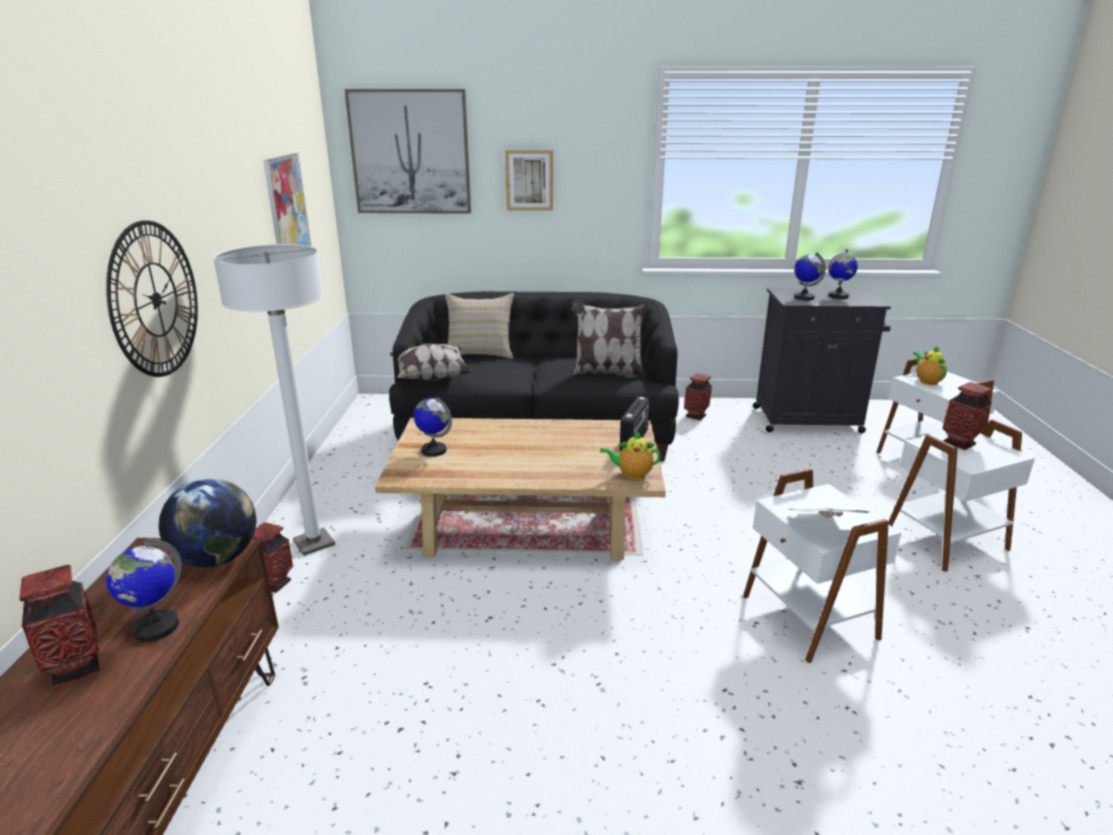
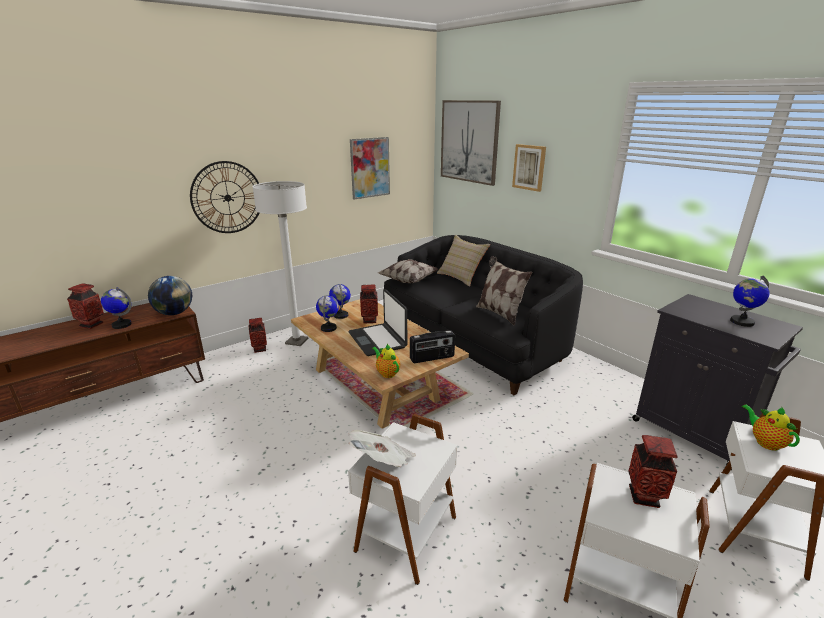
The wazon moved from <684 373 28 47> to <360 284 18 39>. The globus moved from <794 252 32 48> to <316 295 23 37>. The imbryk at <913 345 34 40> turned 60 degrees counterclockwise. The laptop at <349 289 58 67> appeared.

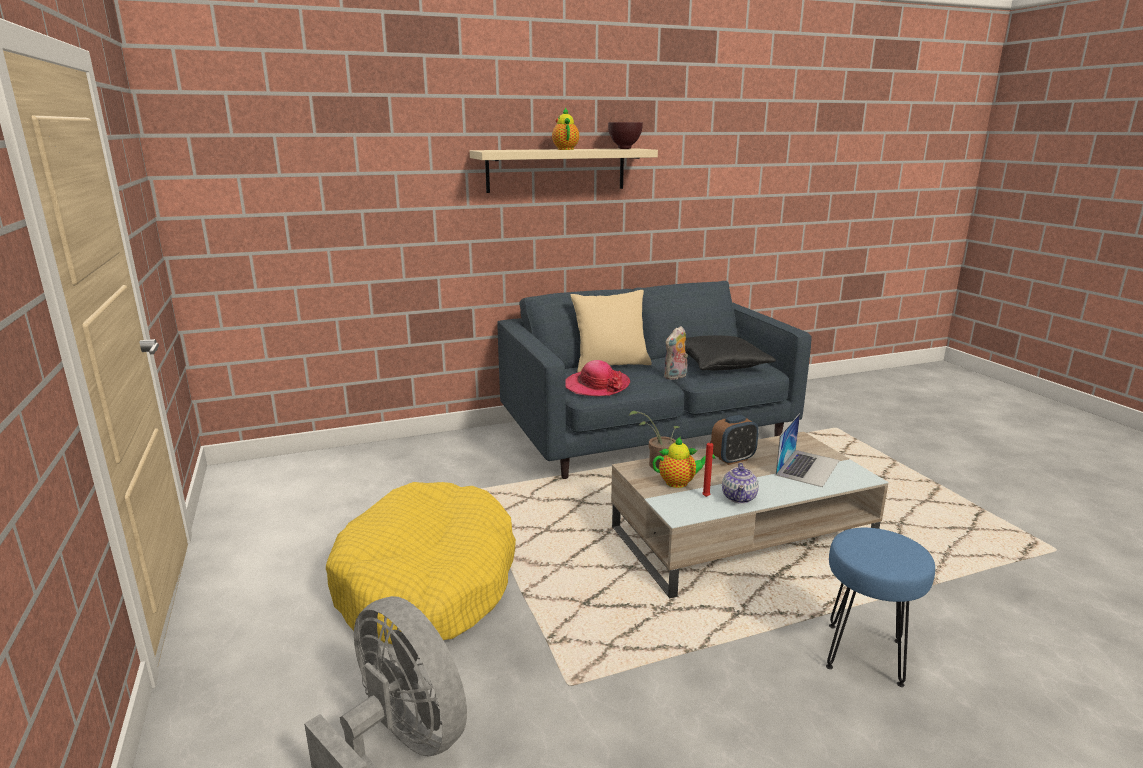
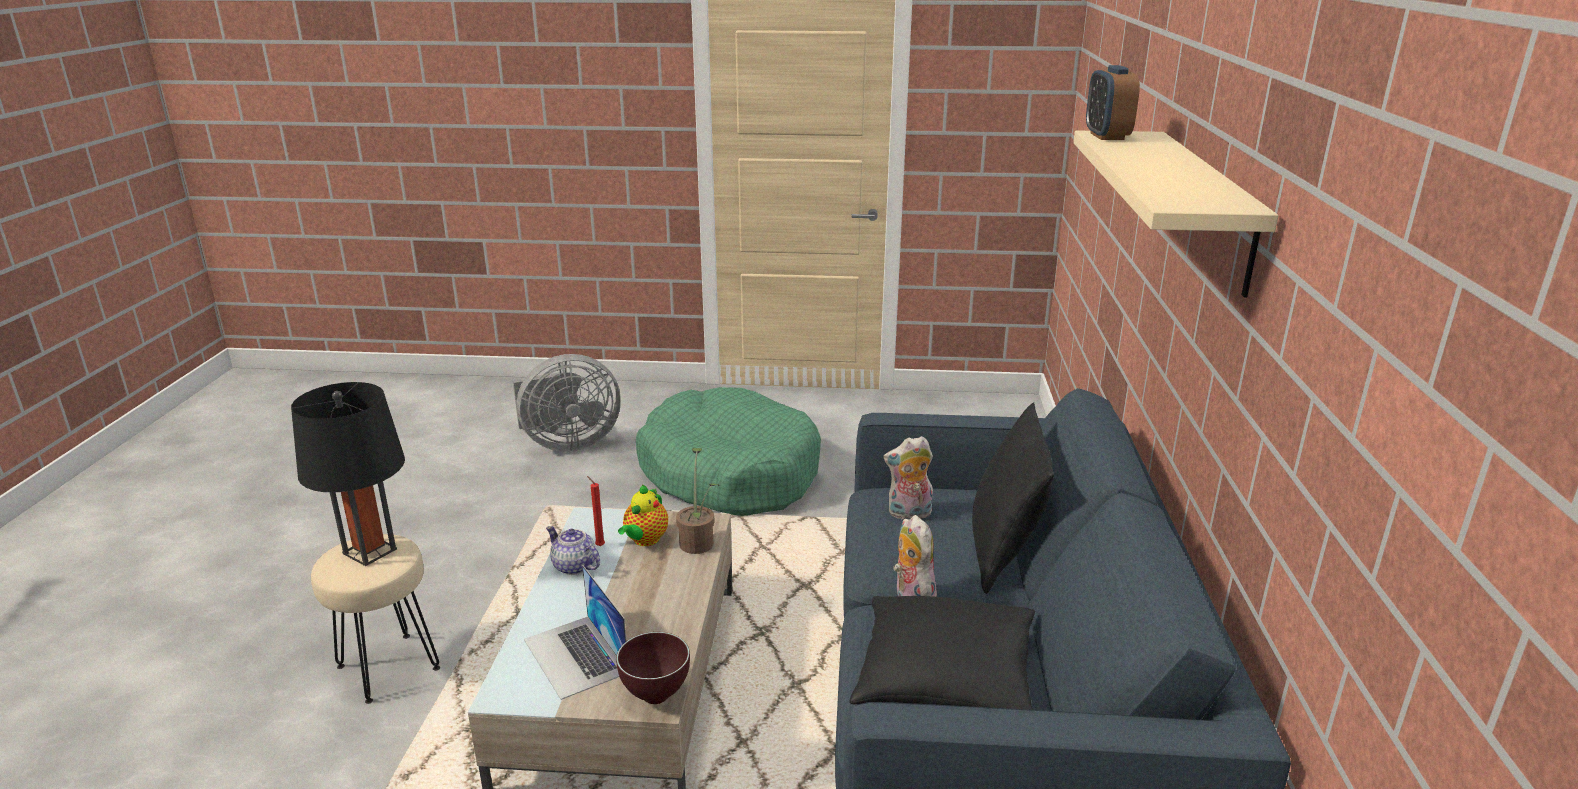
The legowisko (żółty) at <326 482 190 162> became the legowisko (zielony) at <636 387 185 129>. The imbryk at <552 107 27 43> disappeared. The kapelusz at <565 360 65 36> was replaced by the pluszak at <883 436 50 83>. The poduszka (beżowy) at <571 290 81 82> became the poduszka (czarny) at <972 402 82 192>. The miska (brązowy) moved from <608 122 35 27> to <616 632 74 72>. The budzik moved from <711 415 48 50> to <1086 65 54 75>. The stołek (niebieski) at <826 528 109 159> became the stołek (beżowy) at <311 534 129 170>. The lampa stołowa (czarny) at <291 382 114 184> appeared.

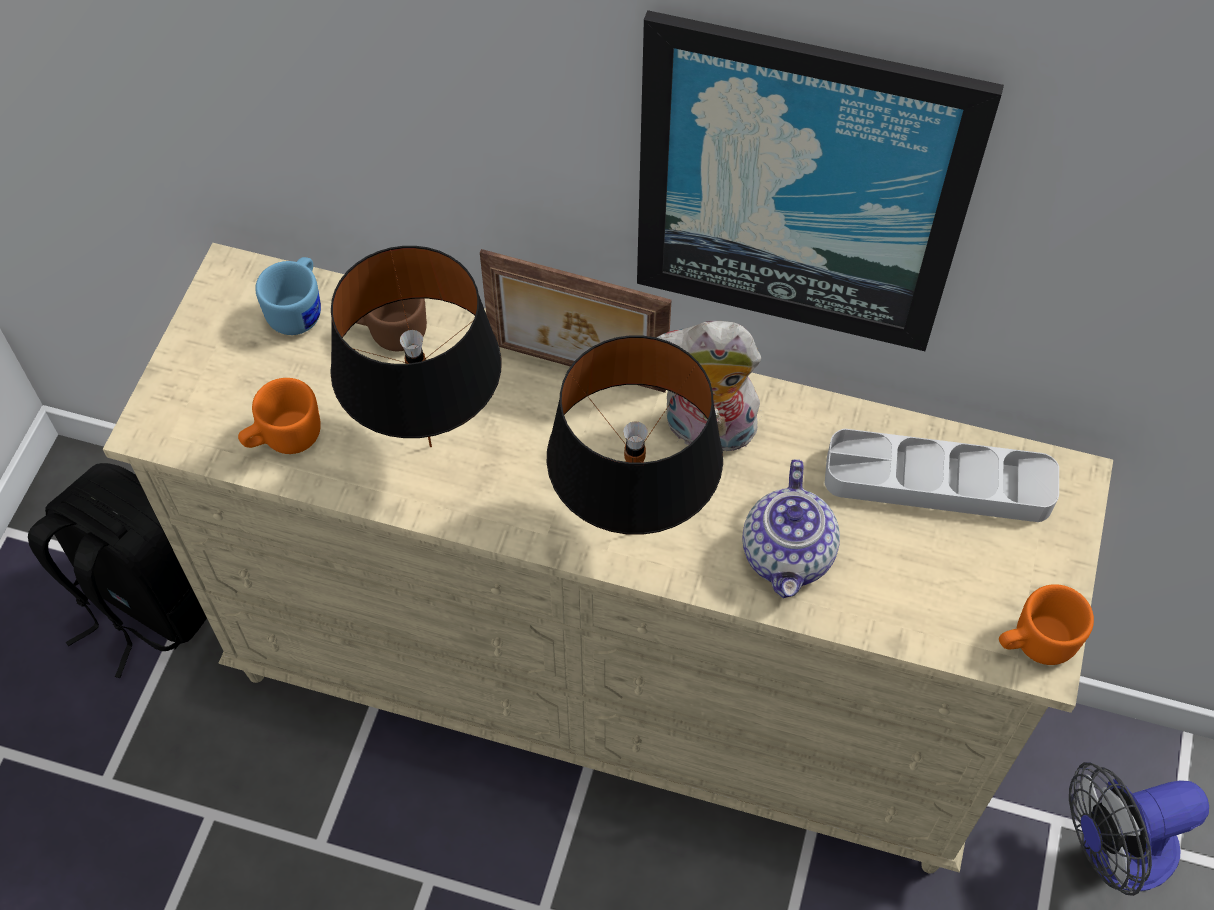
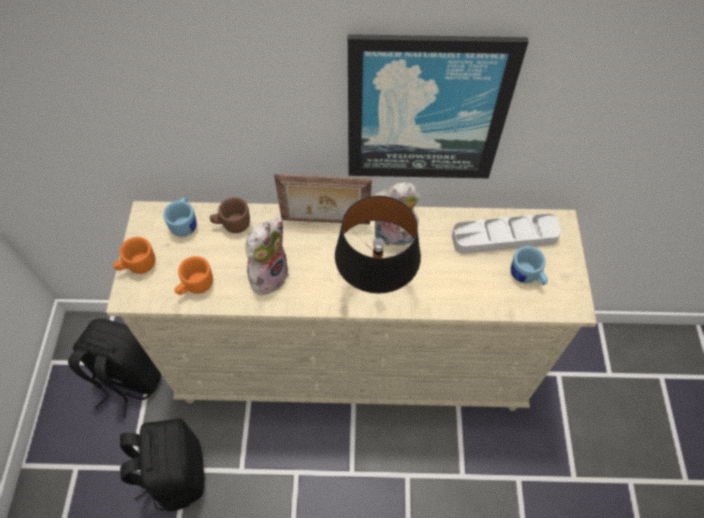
The lampa stołowa (czarny) at <330 246 172 201> was replaced by the pluszak at <245 218 44 77>. The imbryk at <742 459 98 139> disappeared. The kubek (pomarańczowy) moved from <999 584 95 81> to <113 237 43 37>. The wentylator at <1069 762 140 134> disappeared. The plecak (czarny) at <120 419 85 92> appeared. The kubek (niebieski) at <511 246 37 39> appeared.

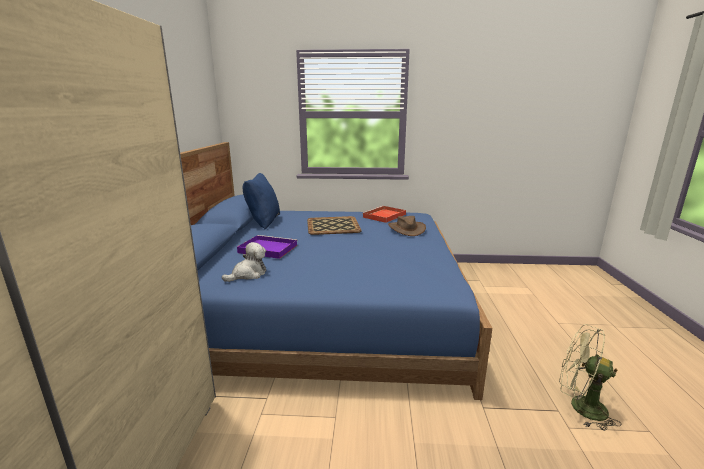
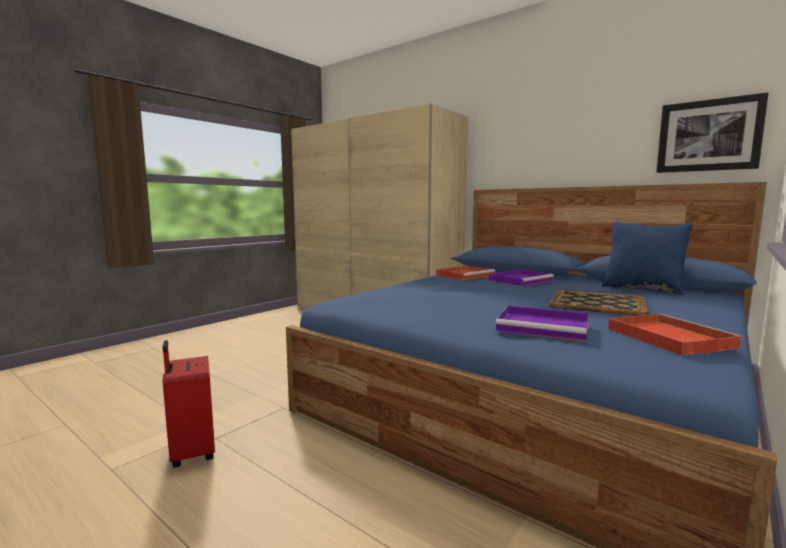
The pluszak at <222 242 44 40> was replaced by the taca (czerwony) at <436 265 59 15>. The kapelusz (brązowy) at <388 216 38 20> was replaced by the taca (fioletowy) at <496 306 92 36>. The wentylator (zielony) at <559 324 63 107> was replaced by the walizka (czerwony) at <163 340 52 128>. The obraz at <657 92 112 81> appeared.

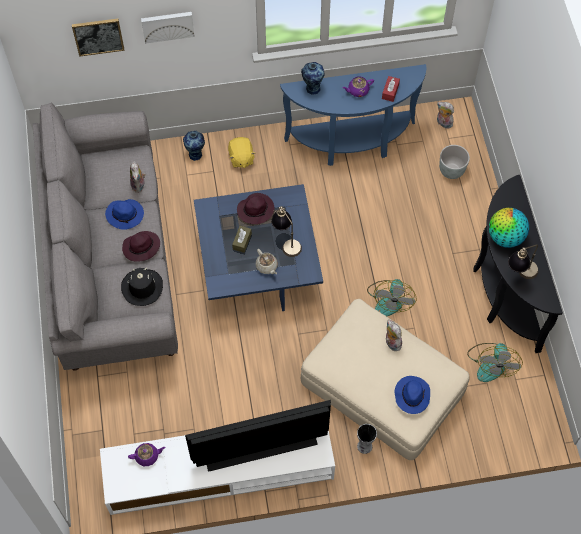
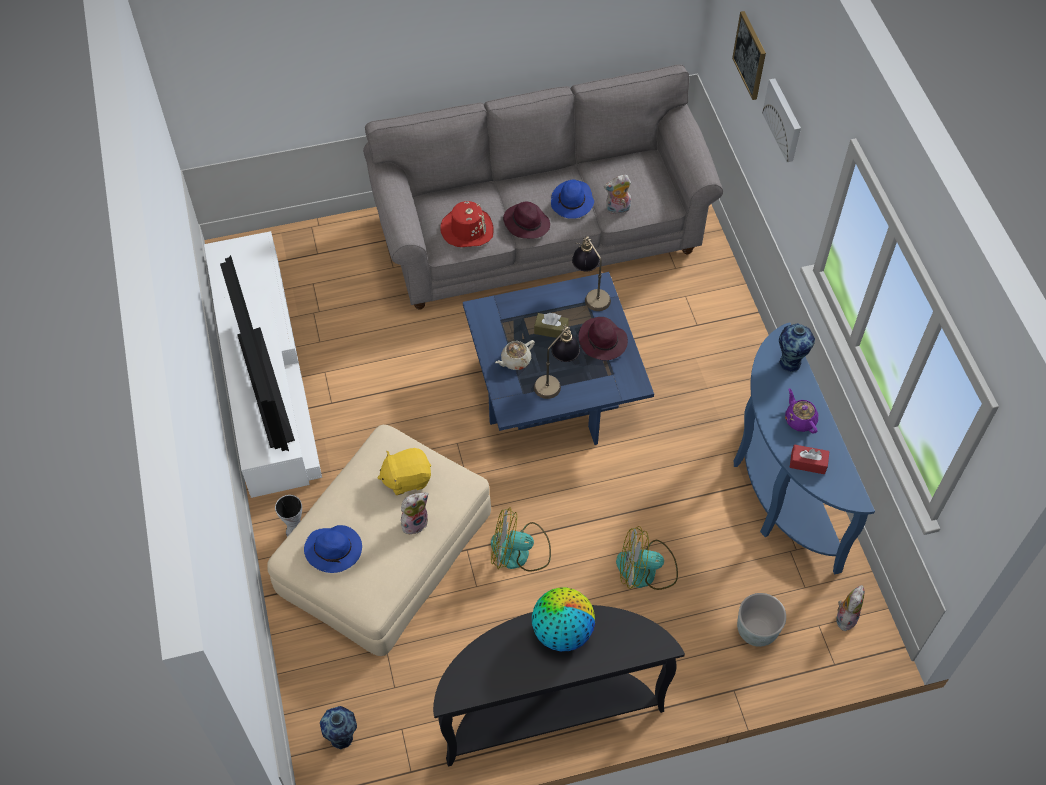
The kapelusz (czarny) at <121 268 42 38> became the kapelusz (czerwony) at <440 201 54 46>. The imbryk (fioletowy) at <128 443 38 23> disappeared. The wazon moved from <183 131 22 30> to <320 706 37 43>. The pluszak (żółty) moved from <228 137 28 31> to <378 448 53 47>. The wentylator moved from <467 343 56 39> to <616 526 62 64>. The lampa stołowa moved from <508 245 31 34> to <572 236 39 75>.

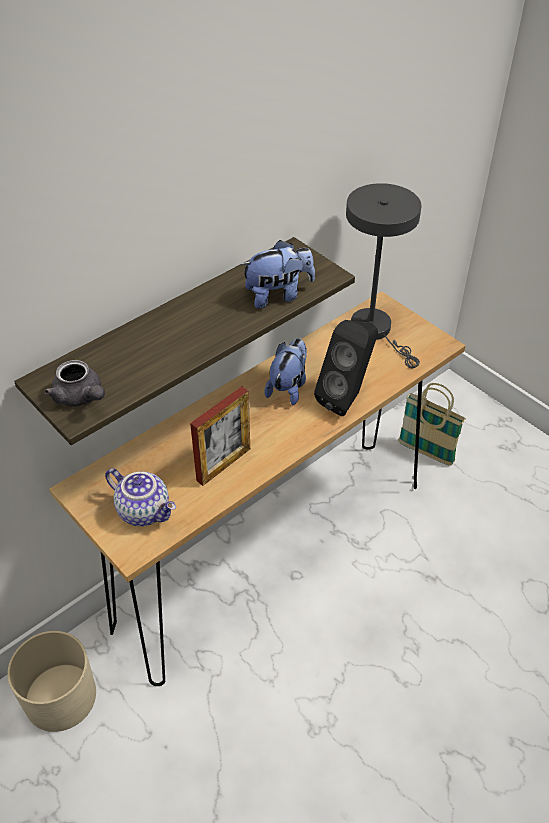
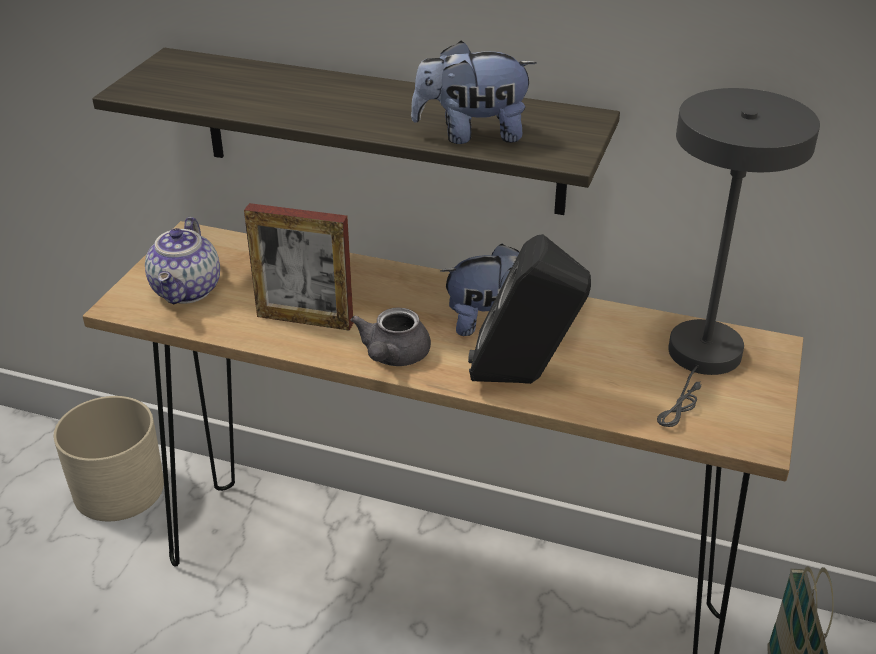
The imbryk (szary) moved from <45 360 60 47> to <351 307 80 59>. The pluszak at <240 240 75 69> turned 135 degrees clockwise.

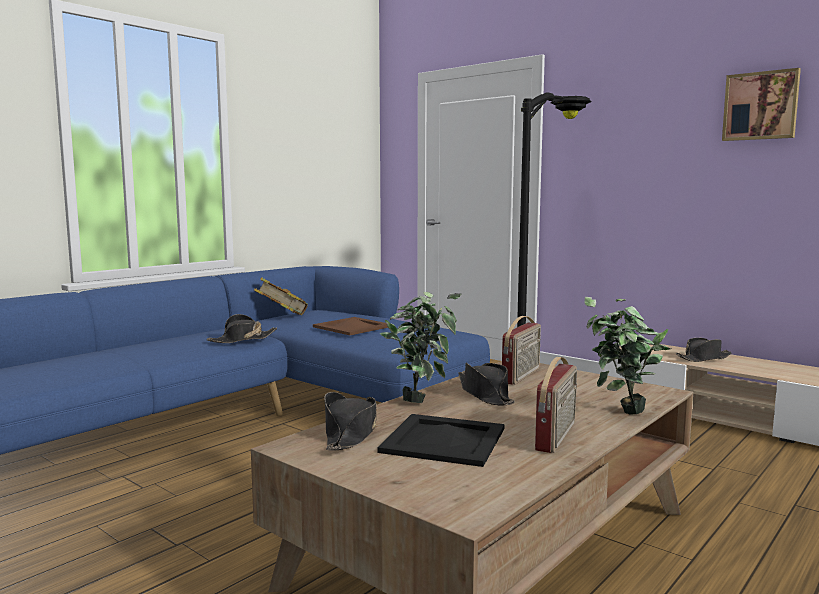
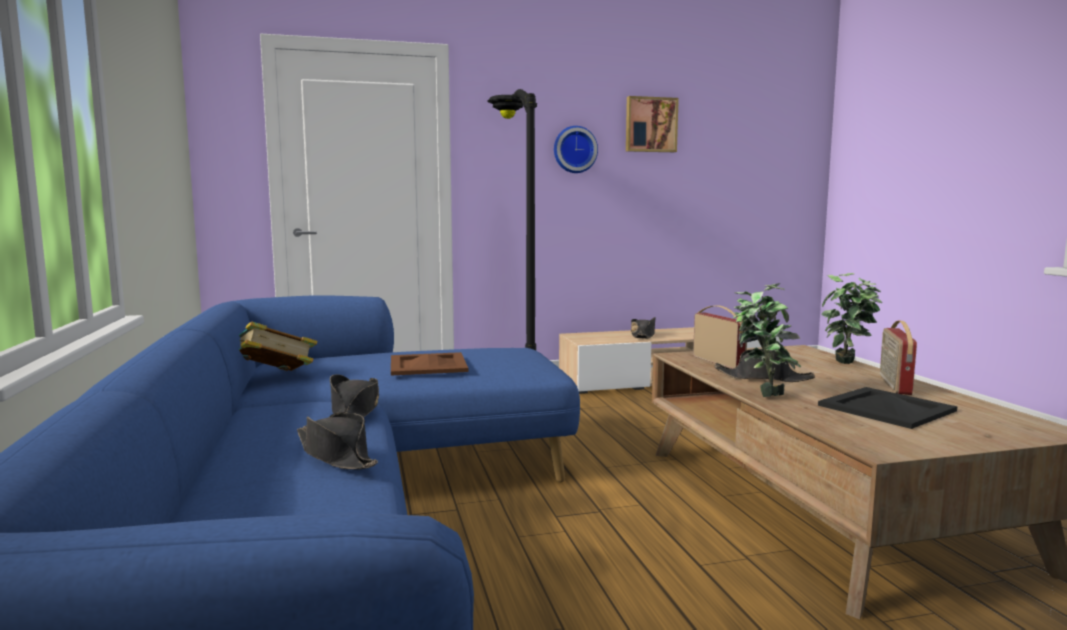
The kapelusz (czarny) moved from <324 392 53 59> to <297 412 81 58>. The radio at <535 357 42 96> turned 135 degrees counterclockwise. The zegar ścienny at <554 126 44 47> appeared.

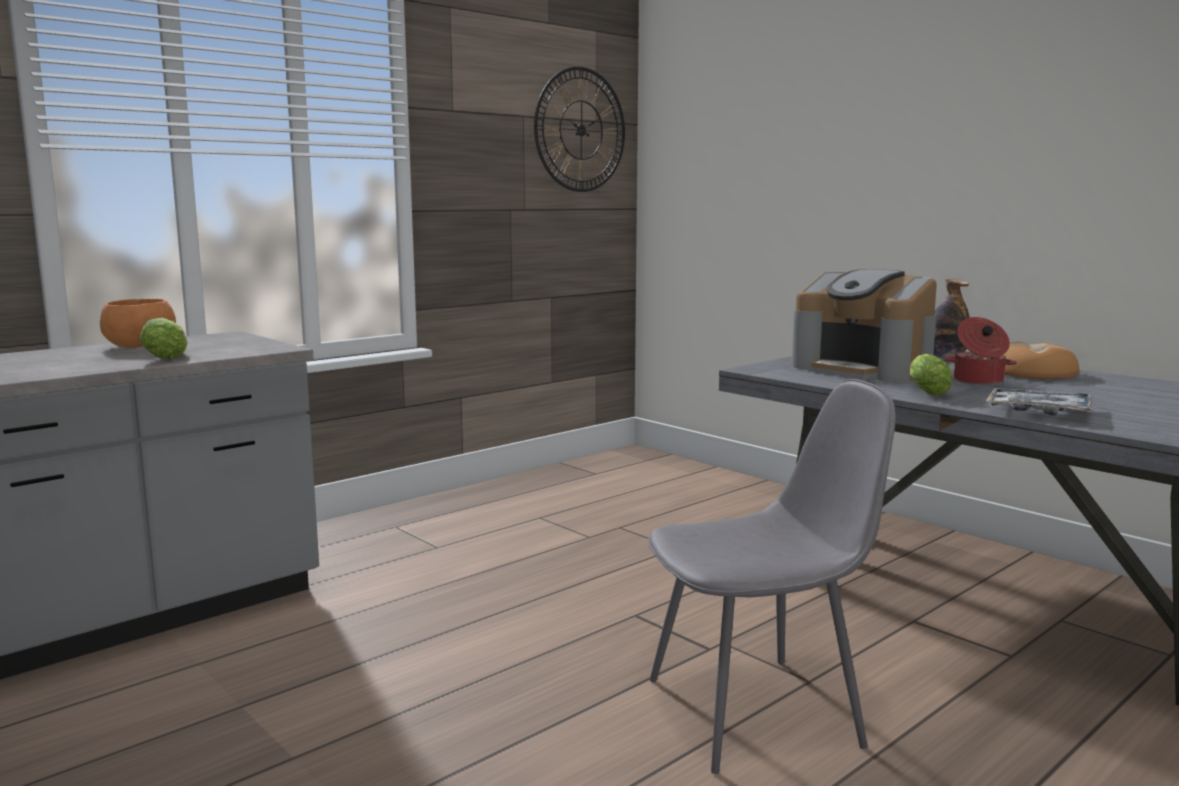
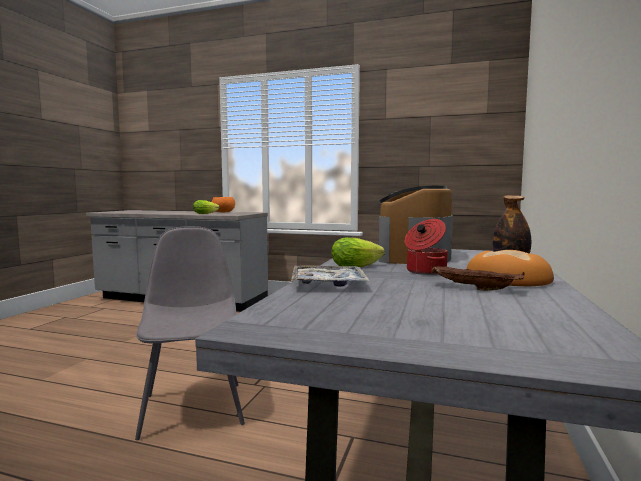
The zegar ścienny at <534 67 91 125> disappeared. The krzesło (szary) at <648 379 248 395> turned 150 degrees counterclockwise. The taca (brązowy) at <431 266 94 25> appeared.

